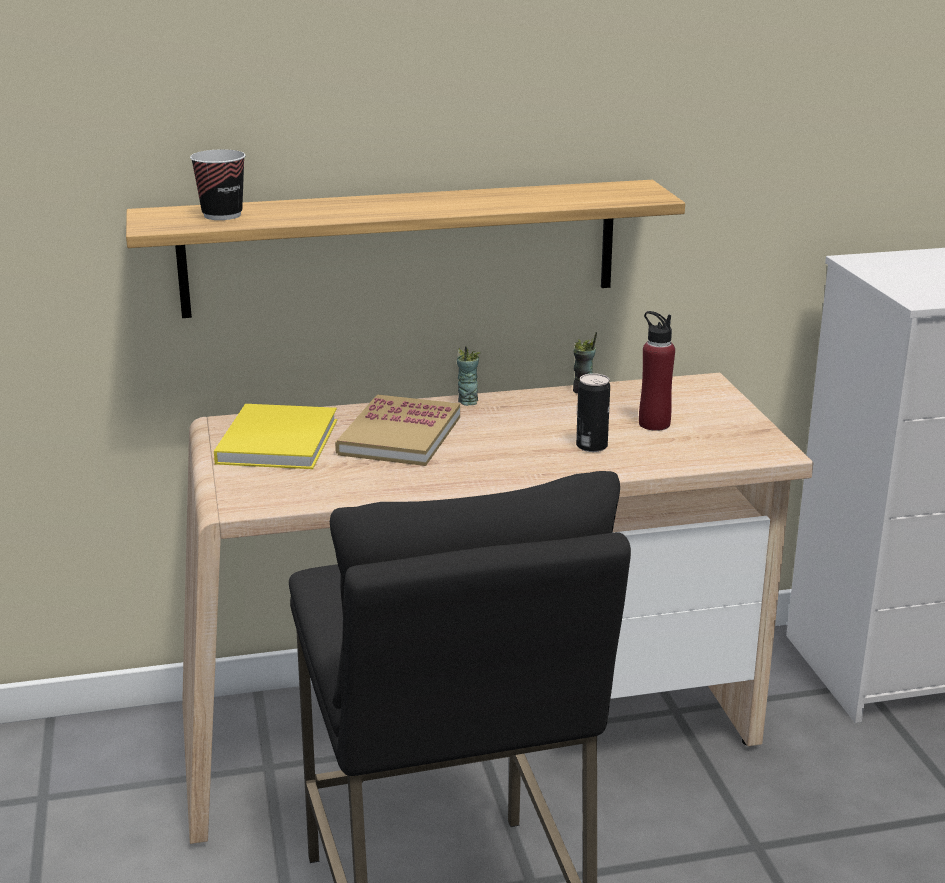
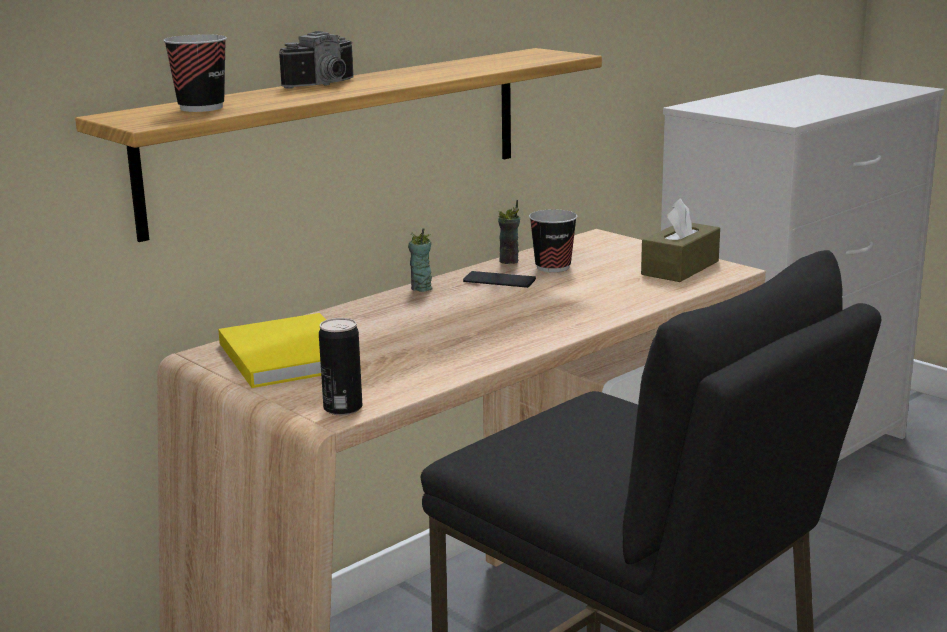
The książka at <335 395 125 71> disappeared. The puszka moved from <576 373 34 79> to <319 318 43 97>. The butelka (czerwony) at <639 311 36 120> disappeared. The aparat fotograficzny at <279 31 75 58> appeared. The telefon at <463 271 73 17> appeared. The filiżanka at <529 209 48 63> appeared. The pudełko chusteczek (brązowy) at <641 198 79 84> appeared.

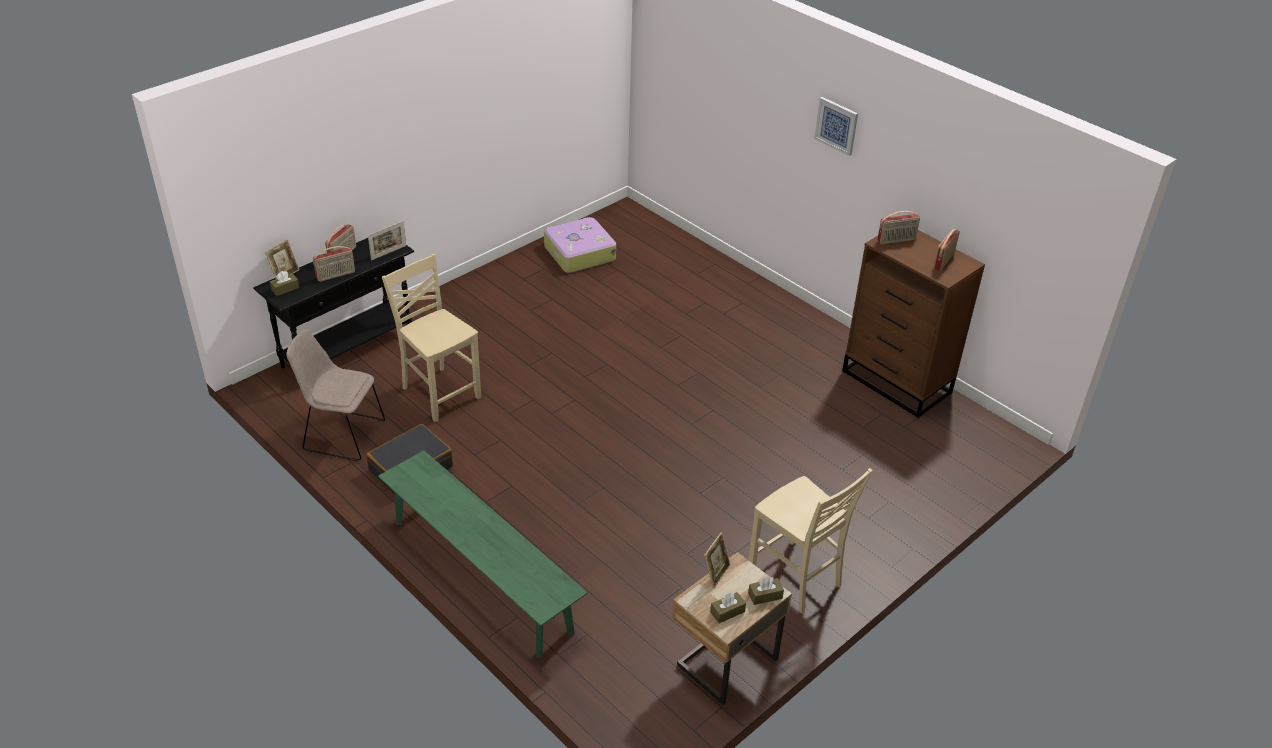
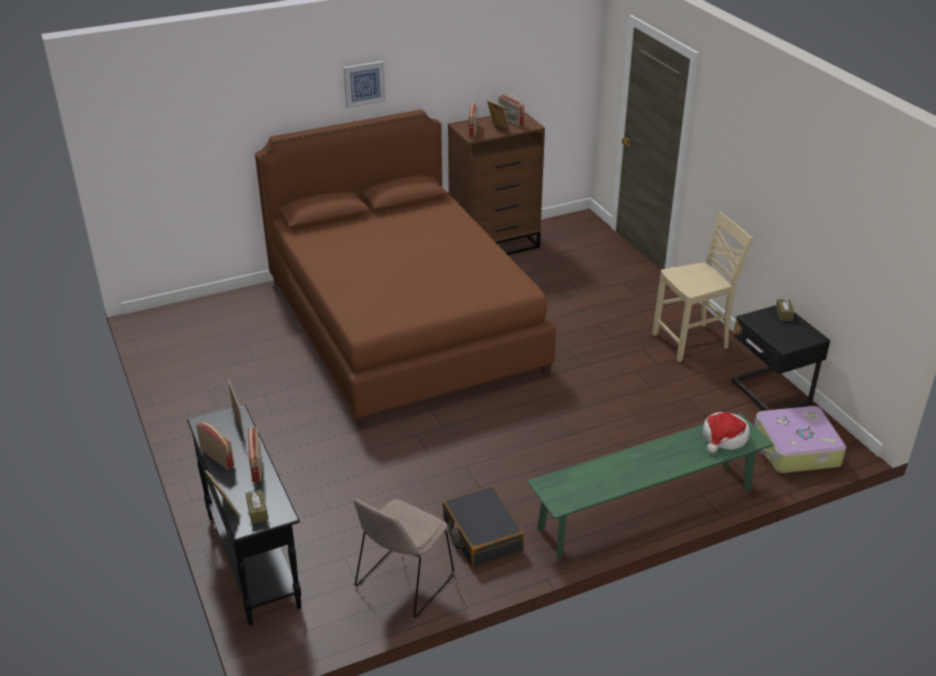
The krzesło (beżowy) at <382 254 99 168> disappeared. The walizka moved from <544 217 72 56> to <754 406 92 67>. The szafka nocna (beżowy) at <672 552 120 153> became the szafka nocna (czarny) at <731 305 99 106>. The ramka na zdjęcie moved from <704 532 27 56> to <487 100 23 31>. The pudełko chusteczek (brązowy) at <710 592 36 31> disappeared. The łóżko (brązowy) at <255 109 301 318> appeared. The kapelusz at <703 412 47 42> appeared.

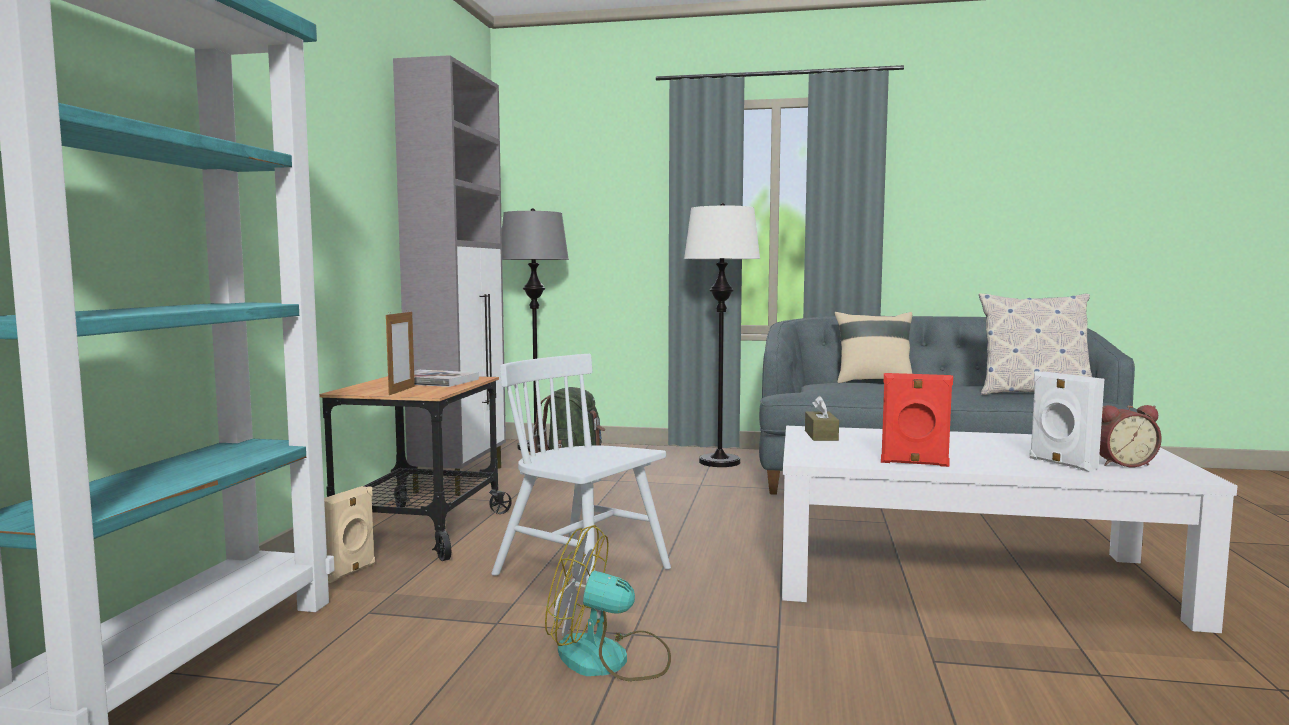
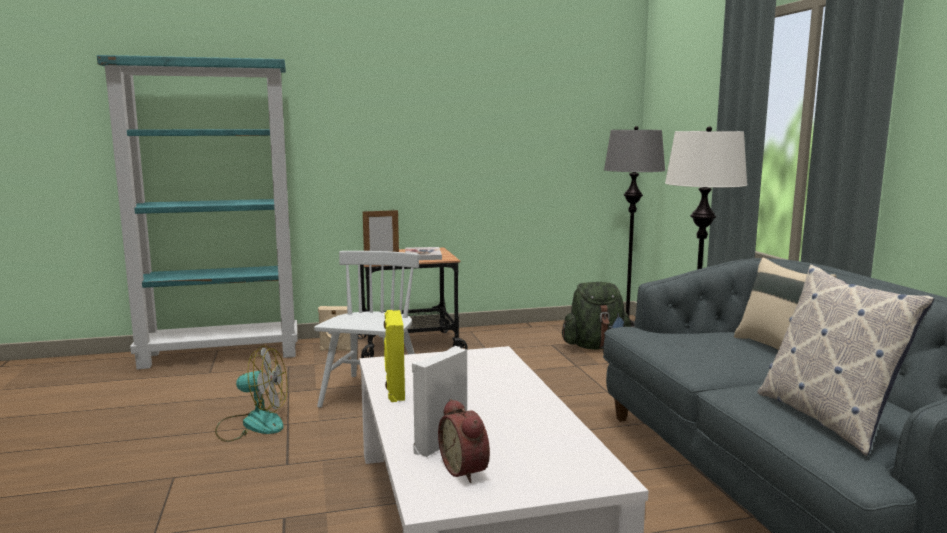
The szafka (szary) at <393 55 113 441> disappeared. The wentylator at <545 525 126 156> turned 105 degrees clockwise. The pudełko chusteczek (brązowy) at <805 396 34 45> disappeared. The głośnik (czerwony) at <881 373 72 94> became the głośnik (żółty) at <384 310 21 92>.

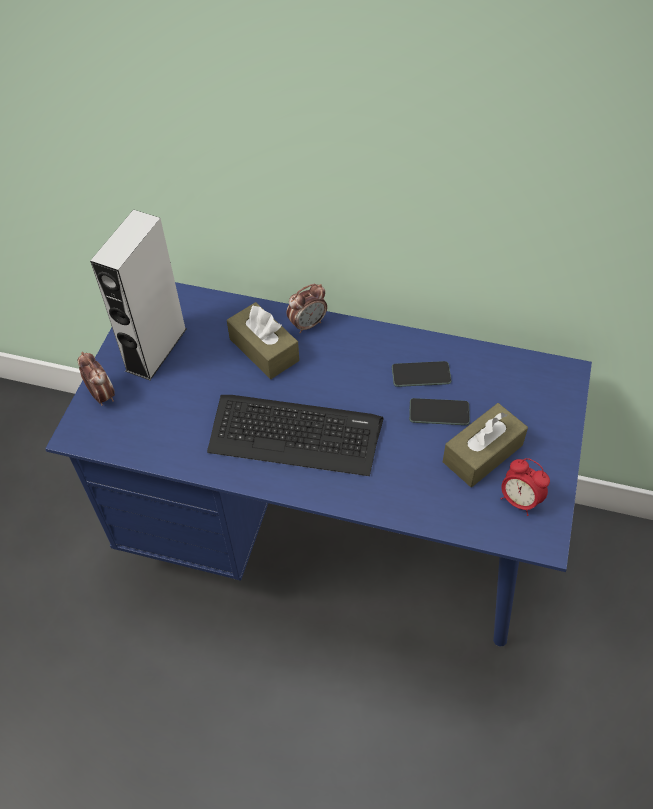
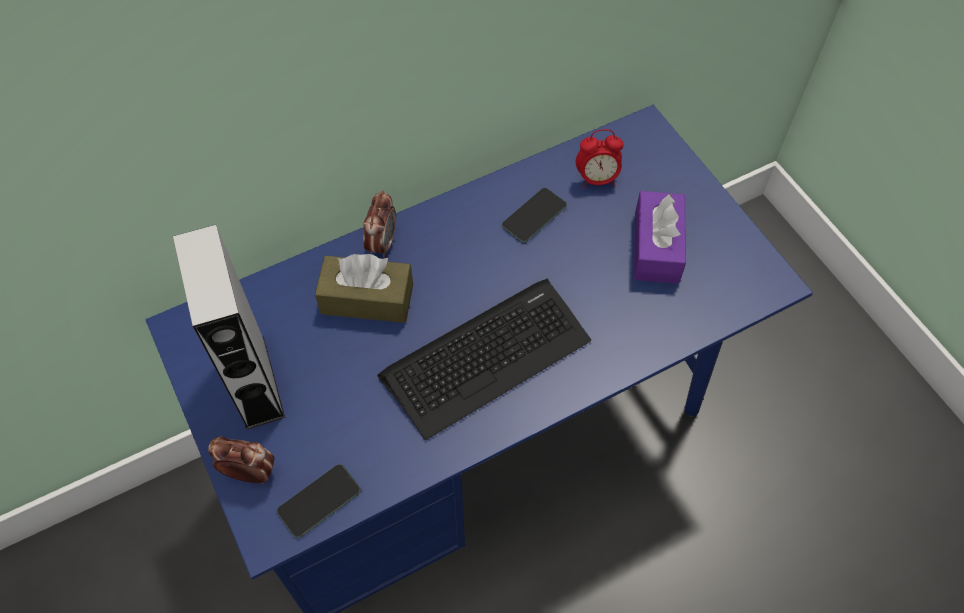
The telefon moved from <409 398 61 27> to <277 464 84 74>. The pudełko chusteczek (brązowy) at <443 403 85 84> became the pudełko chusteczek (fioletowy) at <634 191 52 93>. The budzik moved from <501 458 49 58> to <576 129 47 59>.

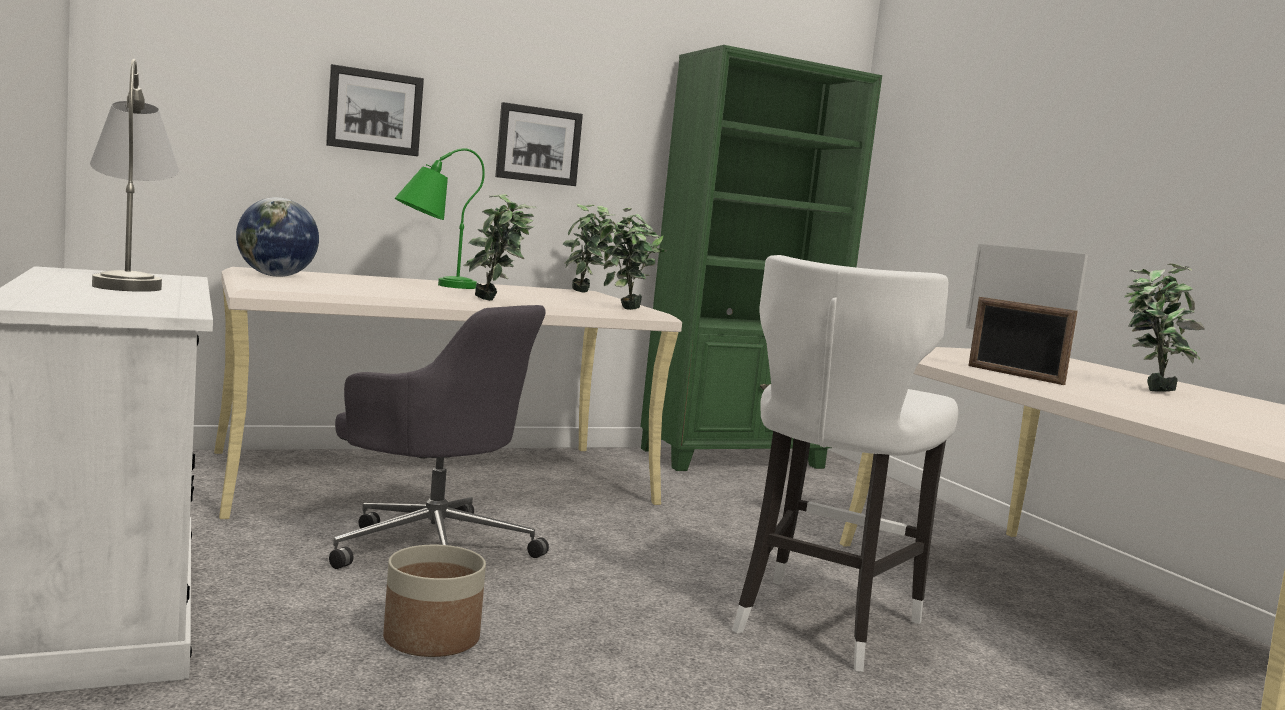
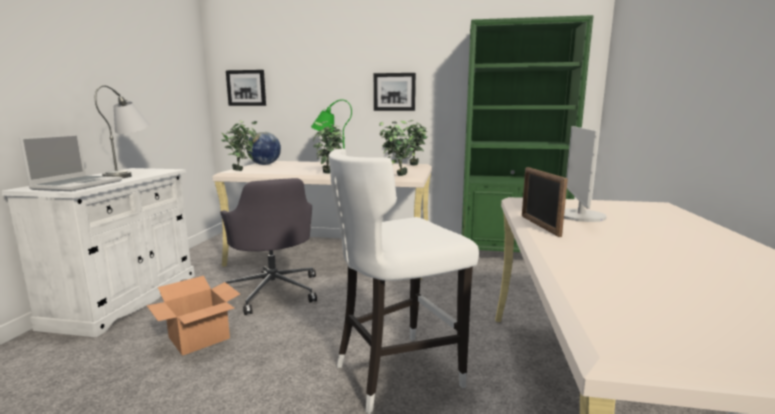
The obraz moved from <326 64 98 92> to <226 70 40 36>. The donica at <383 545 103 112> was replaced by the karton at <147 276 93 80>. The roślina doniczkowa moved from <1125 263 80 128> to <221 121 36 50>. The laptop at <19 134 103 57> appeared.

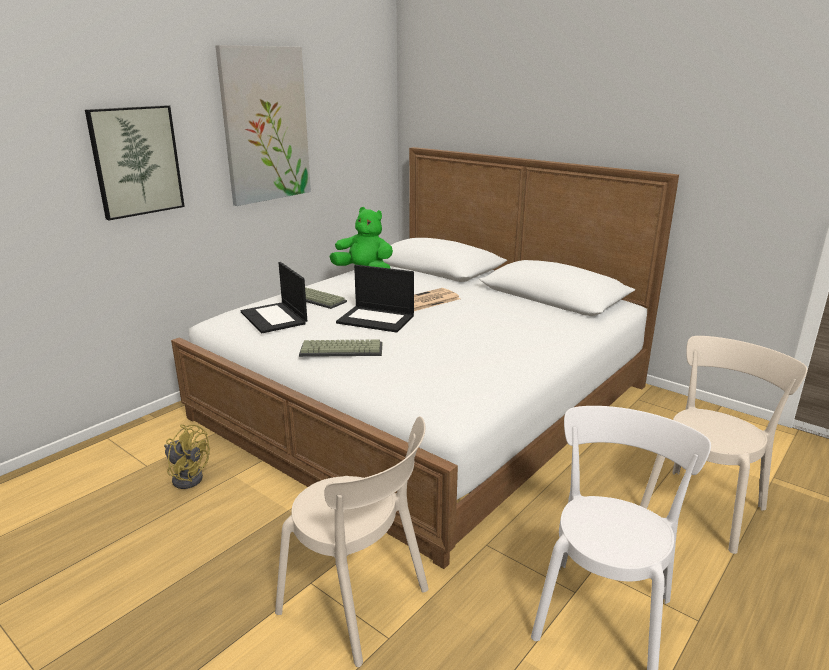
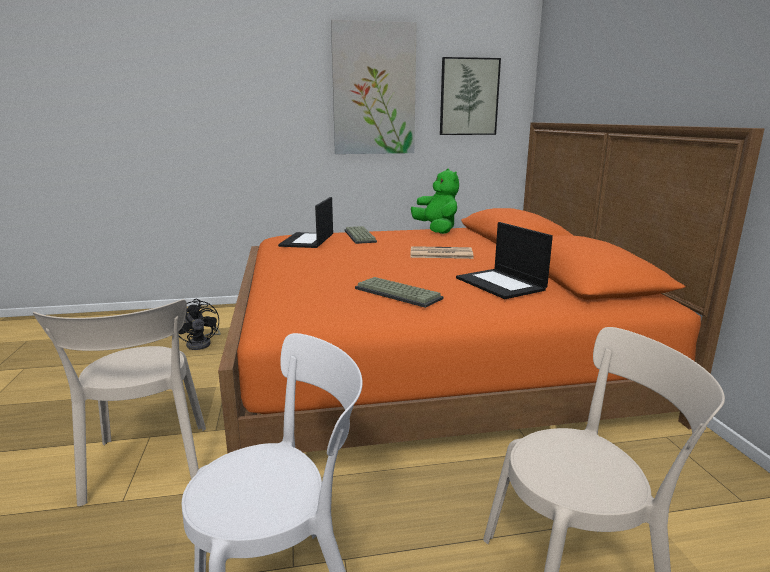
The obraz moved from <85 105 100 115> to <440 57 61 78>. The wentylator (żółty) at <164 424 46 65> became the wentylator (czarny) at <179 299 42 51>. The łóżko (biały) at <171 147 508 422> became the łóżko (pomarańczowy) at <218 122 547 332>. The klawiatura moved from <299 339 83 18> to <355 277 89 31>. The laptop moved from <336 265 78 68> to <456 222 97 77>.

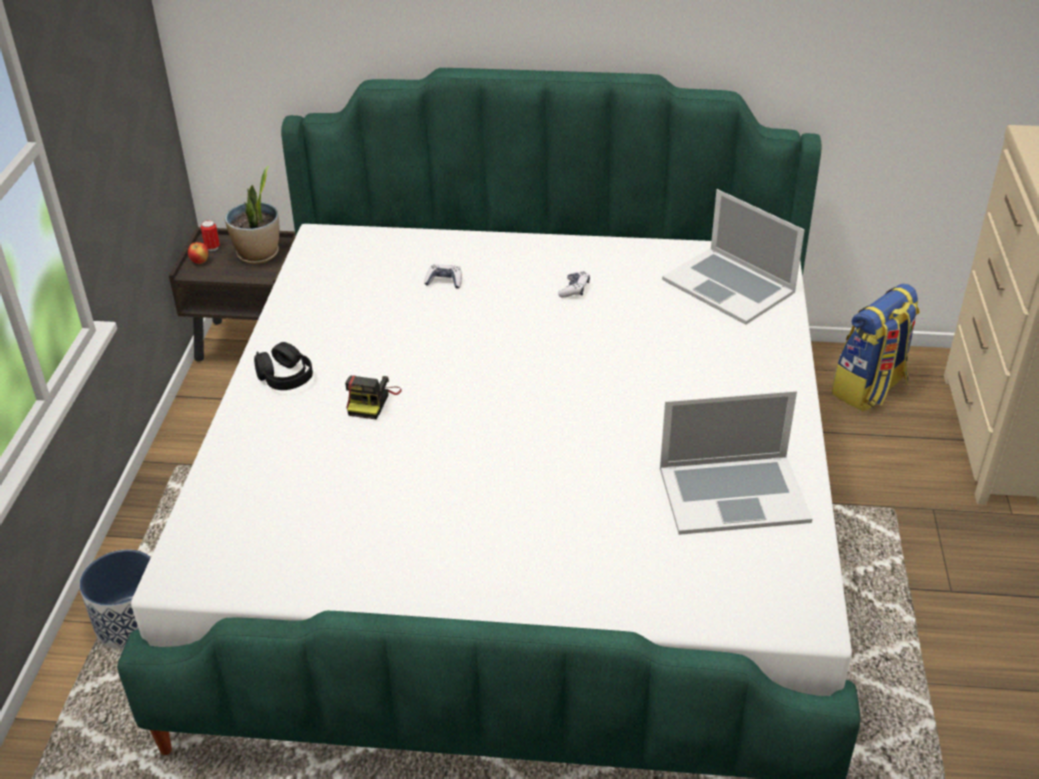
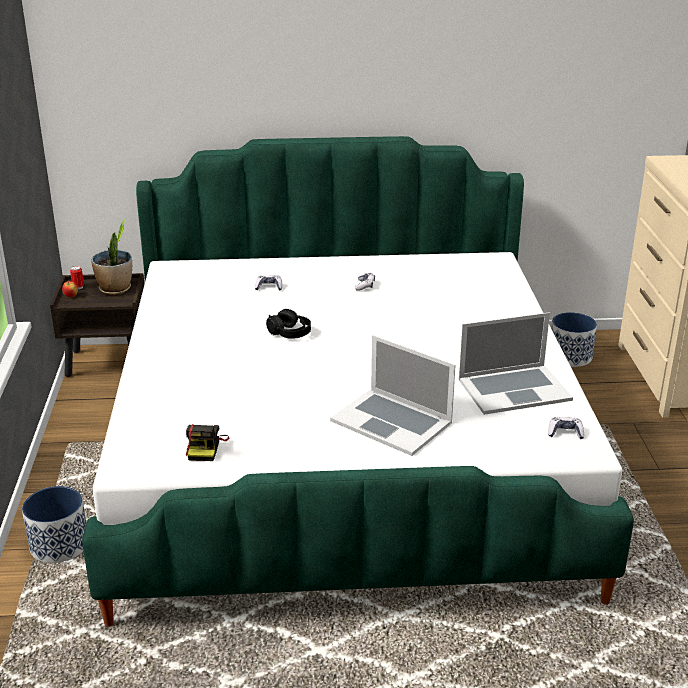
The słuchawki (czarny) moved from <254 342 59 48> to <266 309 45 30>. The aparat fotograficzny moved from <345 375 57 44> to <186 424 43 37>. The laptop moved from <662 189 143 136> to <330 335 126 121>. The plecak at <831 284 89 128> was replaced by the donica at <551 312 46 55>. The pad do gier at <548 417 36 22> appeared.

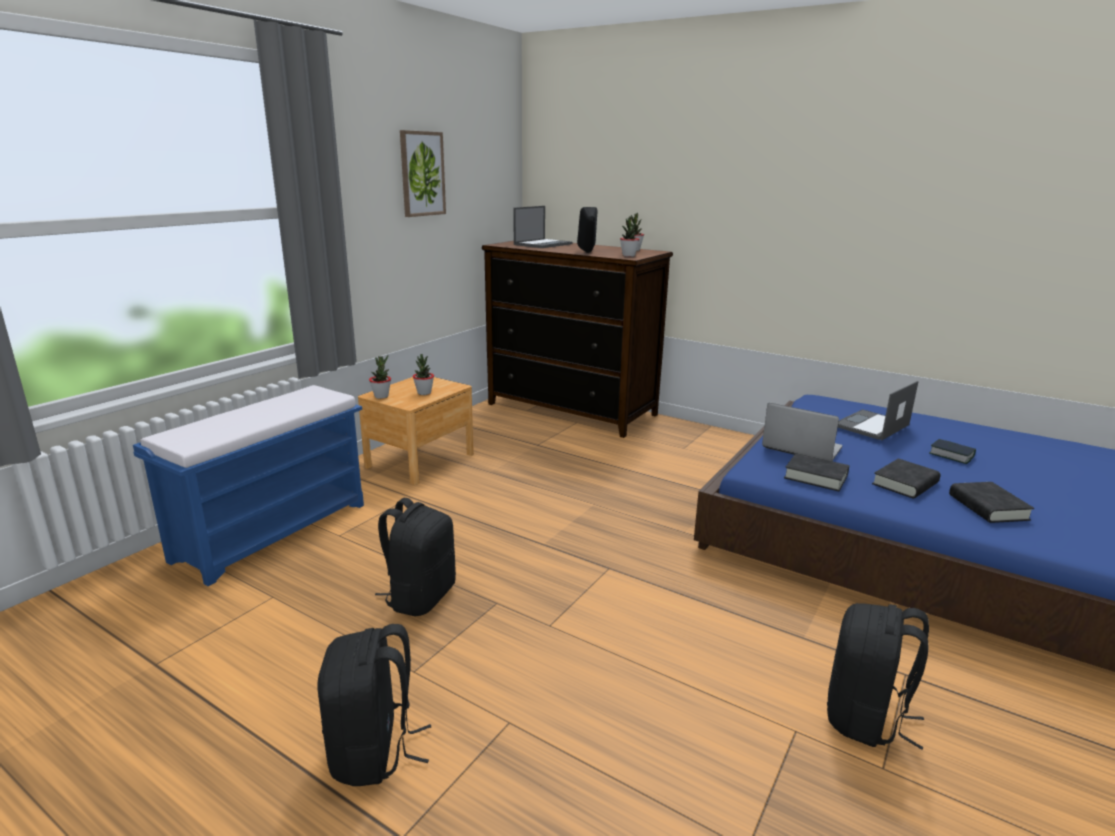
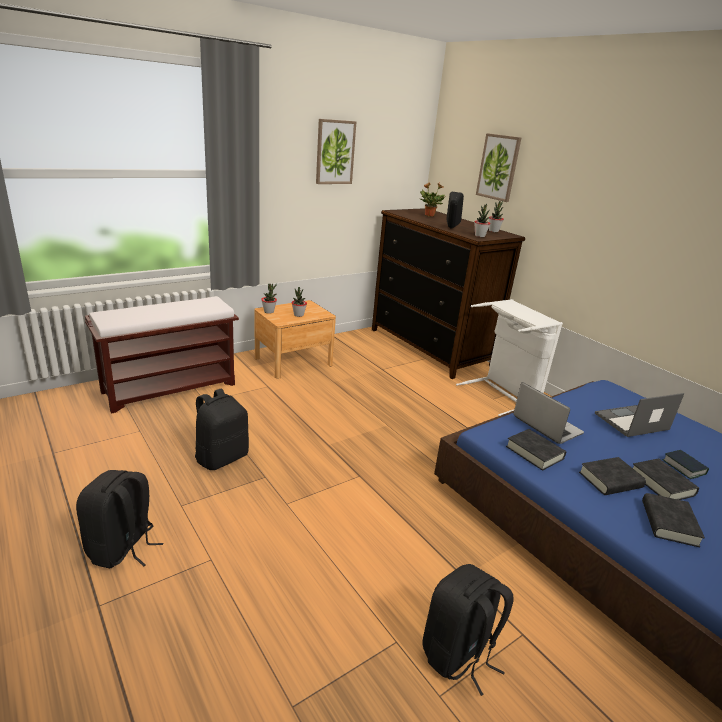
The ławka (niebieski) at <133 385 231 201> became the ławka (brązowy) at <85 296 154 118>. The laptop at <513 206 60 42> was replaced by the roślina doniczkowa at <420 182 26 35>. The kosz na pranie (biały) at <456 299 107 117> appeared. The obraz at <476 133 45 69> appeared. The książka (czarny) at <633 459 66 41> appeared.

